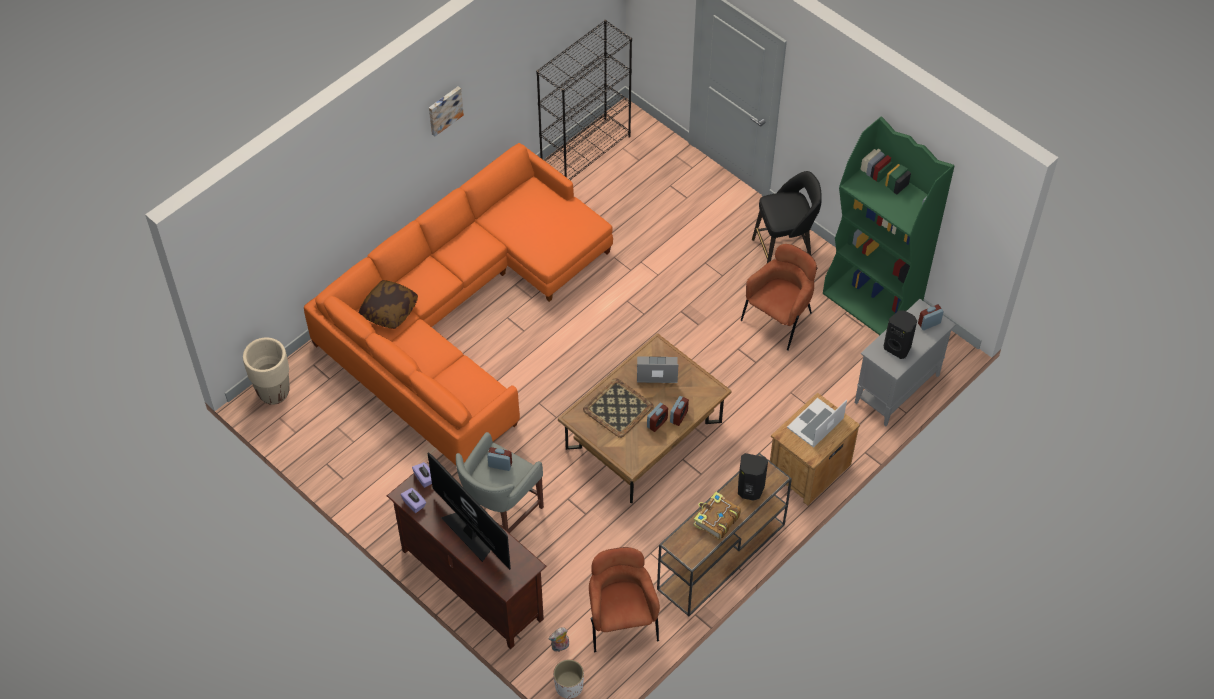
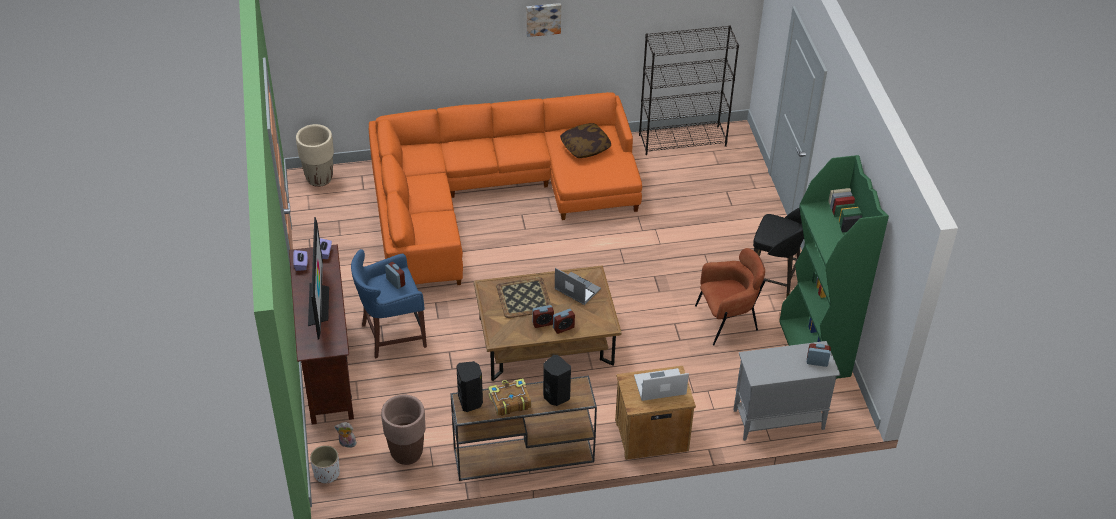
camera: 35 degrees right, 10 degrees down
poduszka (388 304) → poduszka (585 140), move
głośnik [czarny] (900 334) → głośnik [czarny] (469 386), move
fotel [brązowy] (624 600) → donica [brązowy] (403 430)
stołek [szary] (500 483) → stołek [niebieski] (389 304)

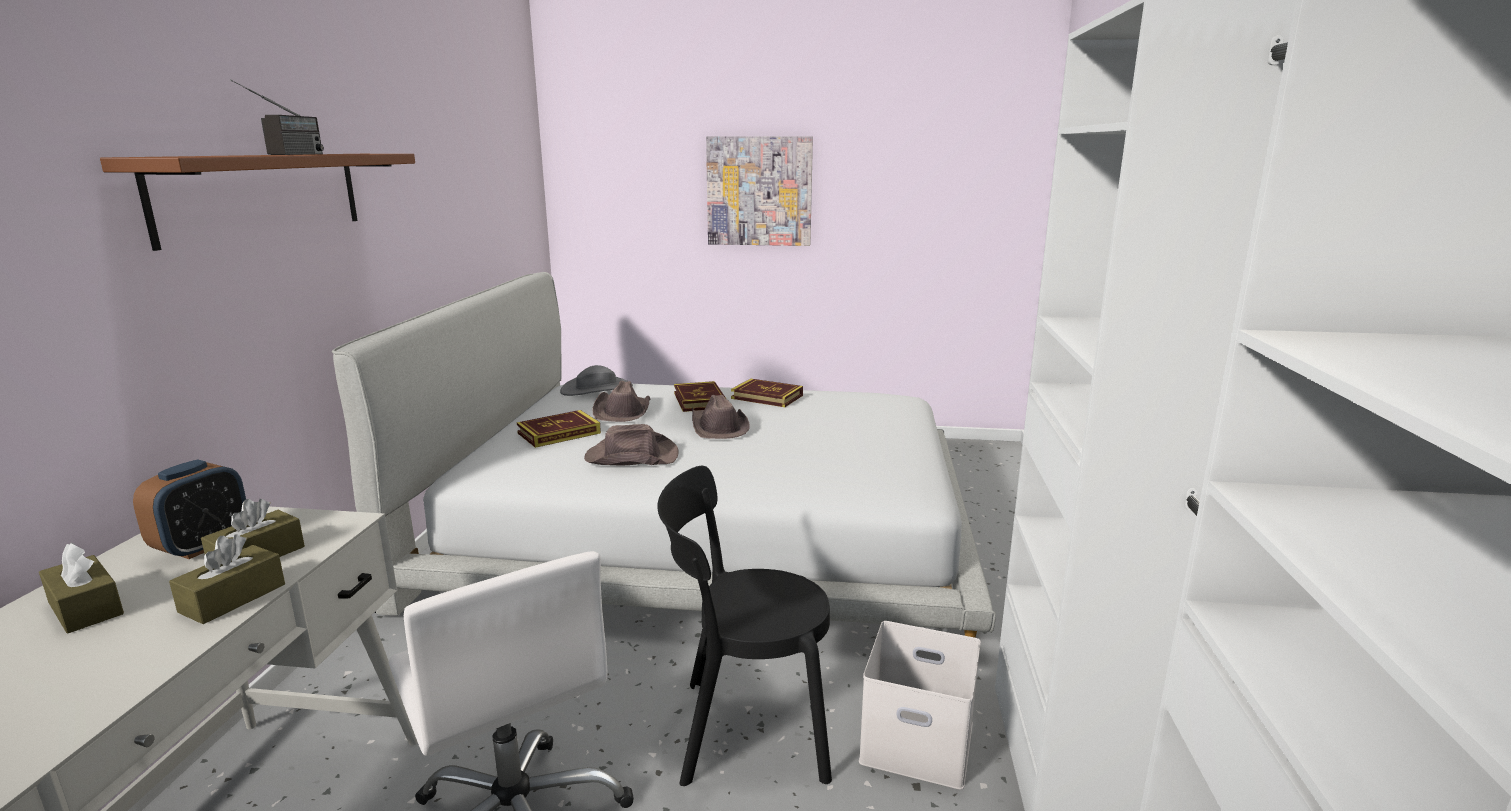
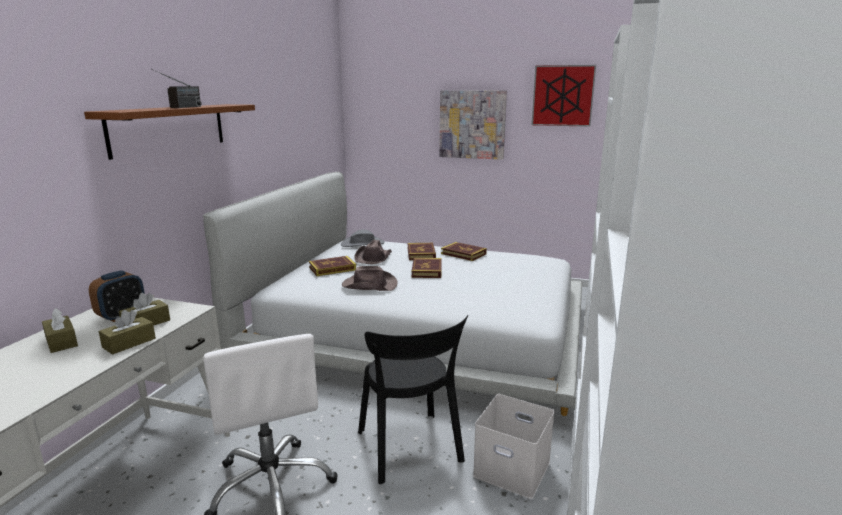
camera: 10 degrees right, 0 degrees up
- → obraz (563 96)
kapelusz [brązowy] (721 417) → książka (427 268)
krzesło [czarny] (744 626) → krzesło [czarny] (413 399), 120 degrees counterclockwise

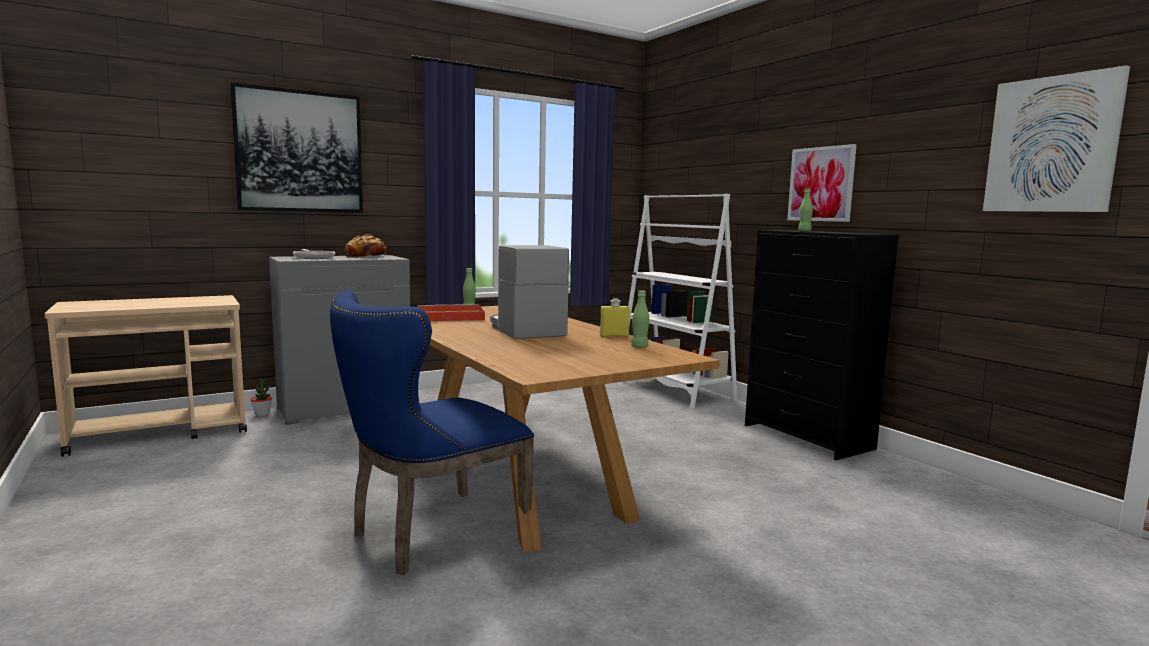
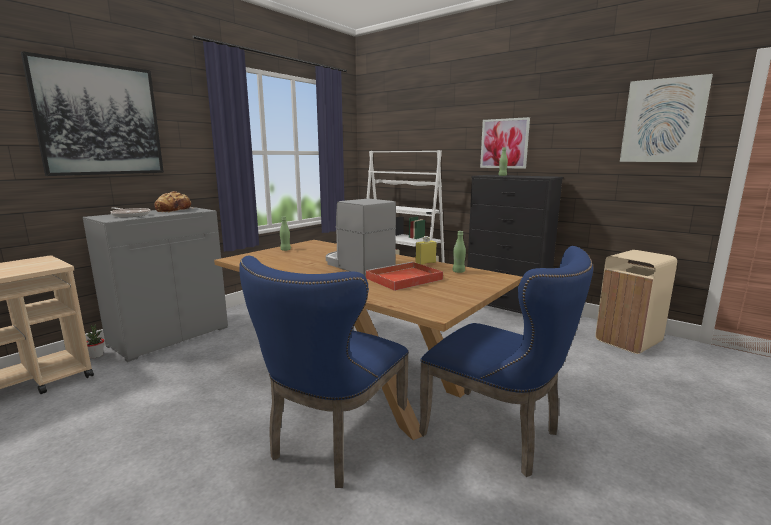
camera: 20 degrees left, 5 degrees up
- → krzesło [niebieski] (506 361)
- → kosz na śmieci [beżowy] (636 302)
taca [czerwony] (451 312) → taca [czerwony] (404 276), move

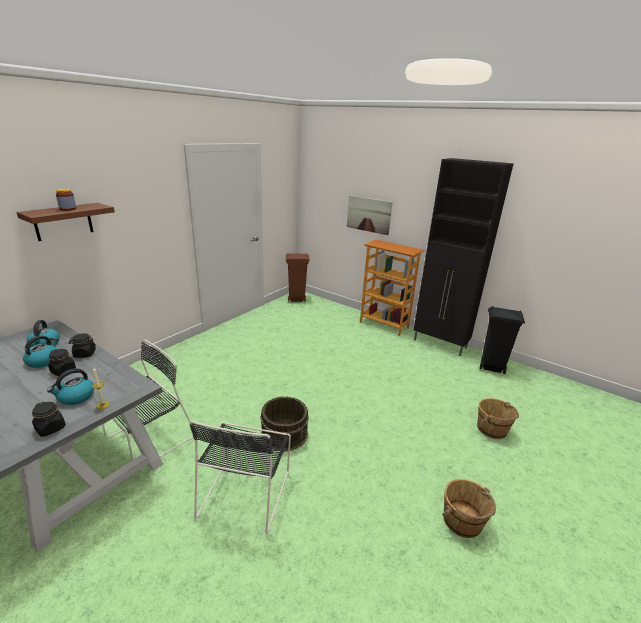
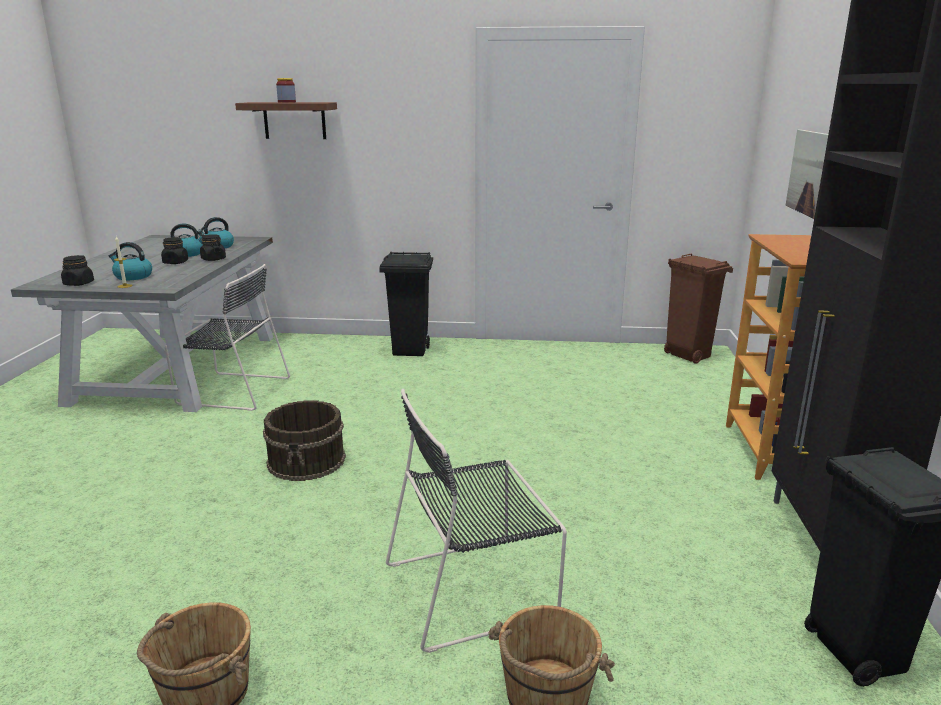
camera: 60 degrees right, 5 degrees down
- → kosz na śmieci [czarny] (406 303)
krzesło [czarny] (240 477) → krzesło [czarny] (476 521), move

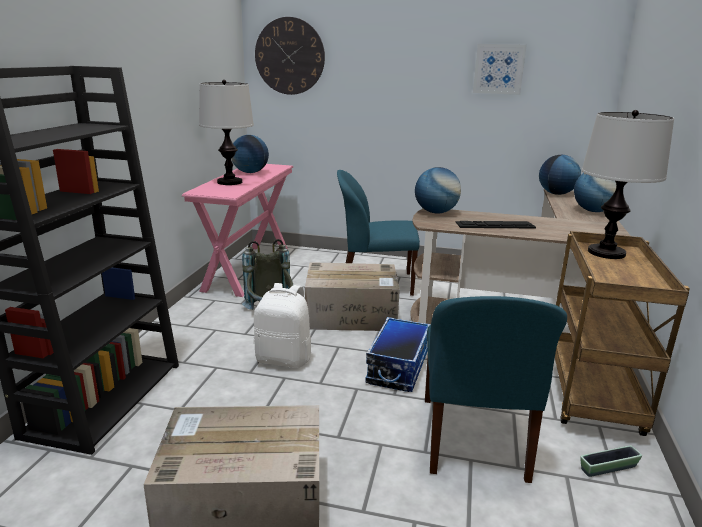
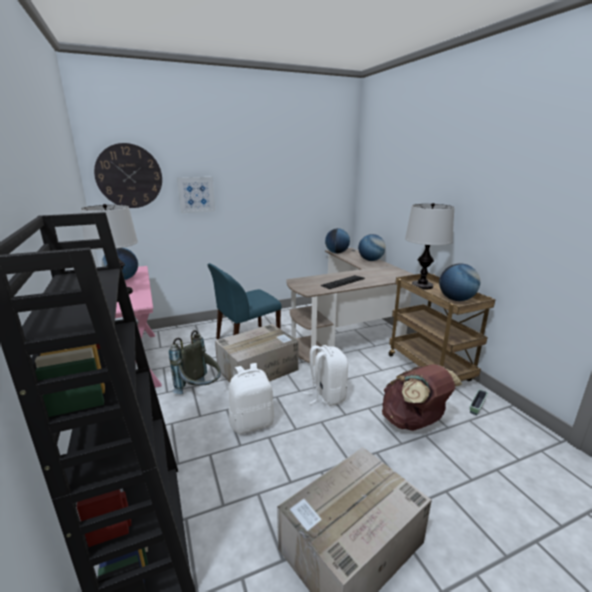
camera: 35 degrees left, 0 degrees up
globus (438 190) → globus (459 282), move
obraz (500 69) → obraz (196 195), move
pojemnik do przechowywania (398 354) → plecak [biały] (325 375)
krzesło [niebieski] (496 389) → plecak [brązowy] (422 397)

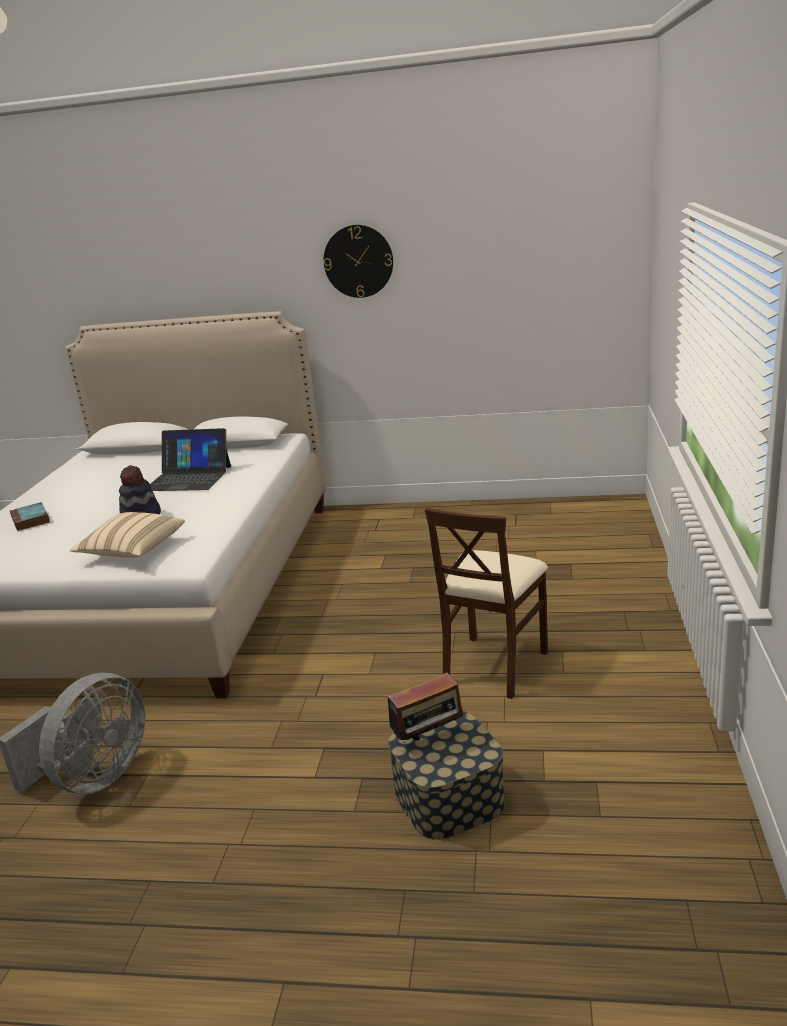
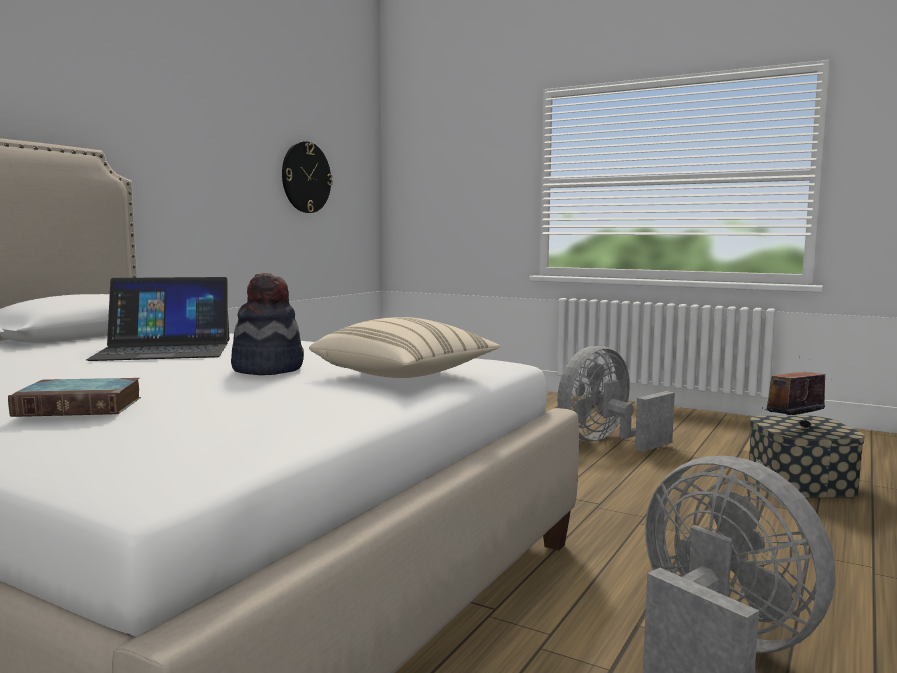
camera: 70 degrees left, 15 degrees down
zegar ścienny (358 261) → zegar ścienny (307 177), move
krzesło [beżowy] (486 603) → wentylator [szary] (616 399)
laptop (190 459) → laptop (157 319), 45 degrees clockwise
radio (427 708) → radio (793 392), 120 degrees counterclockwise

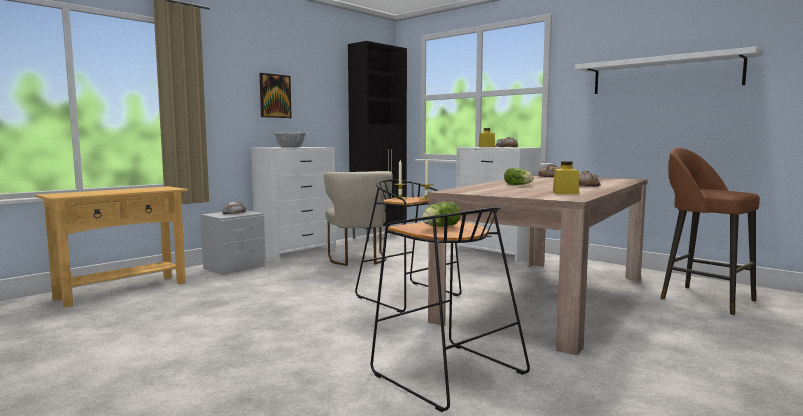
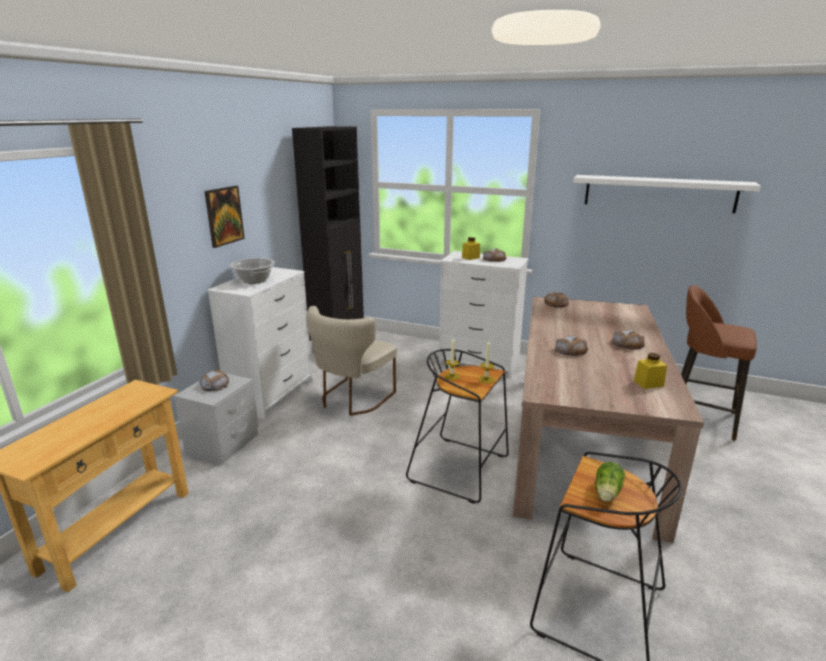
camera: 20 degrees left, 15 degrees up
sałata (519 176) → chleb (571 345)
krzesło [beżowy] (358 218) → krzesło [beżowy] (351 361), 60 degrees clockwise

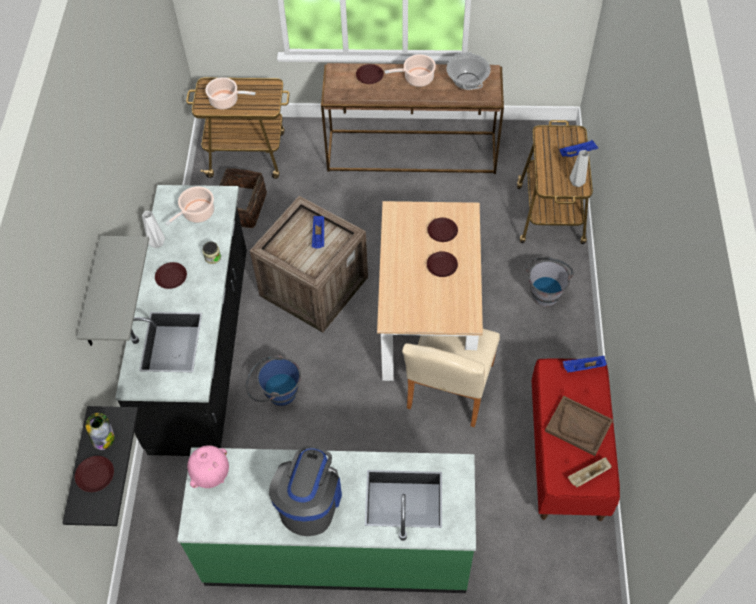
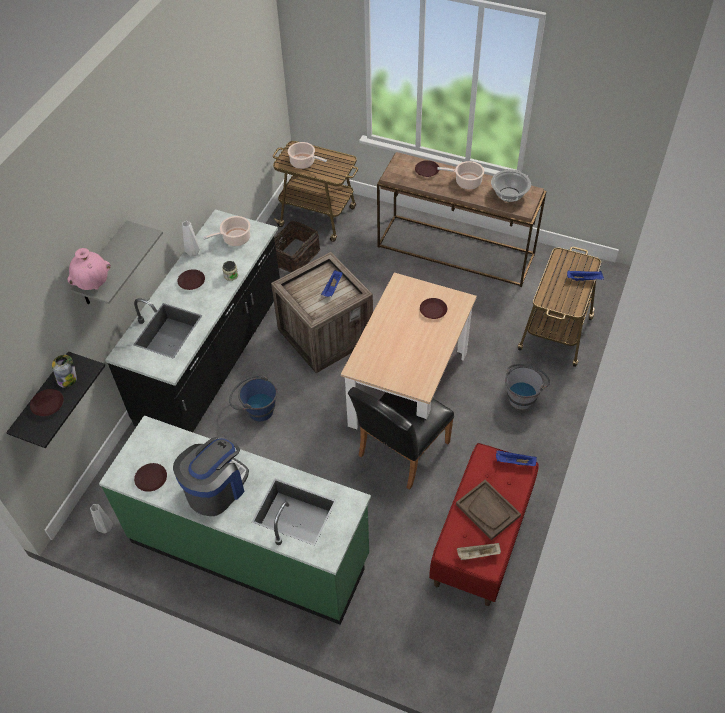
camera: 20 degrees right, 5 degrees down
wazon [różowy] (208 466) → wazon [różowy] (89 269), move
talerz [brązowy] (442 264) → talerz [brązowy] (150 477), move
wazon [szary] (579 168) → wazon [szary] (101 518), move
krzesło [beżowy] (451 378) → krzesło [czarny] (401 438)

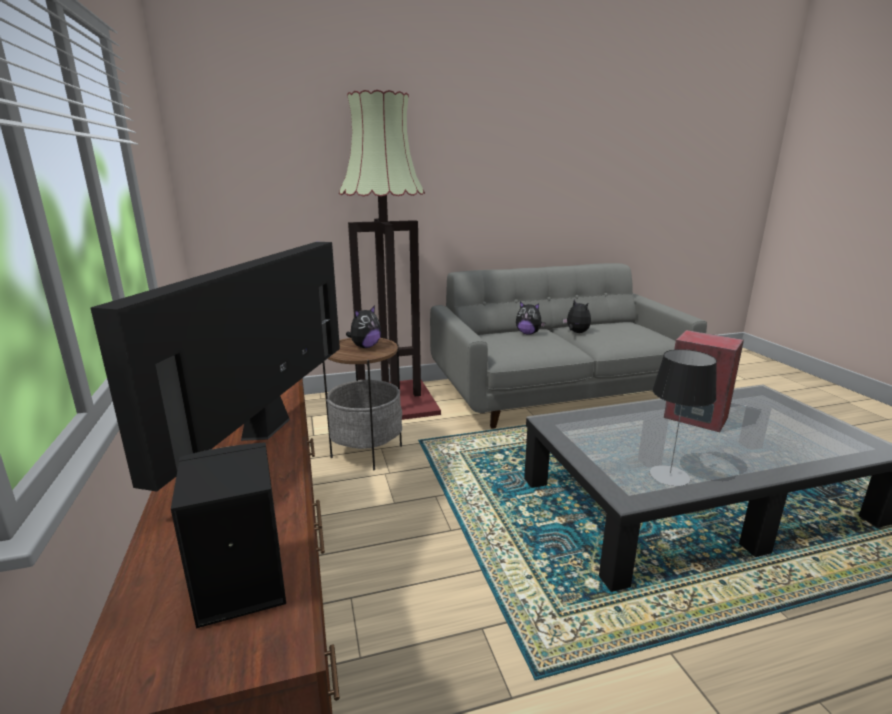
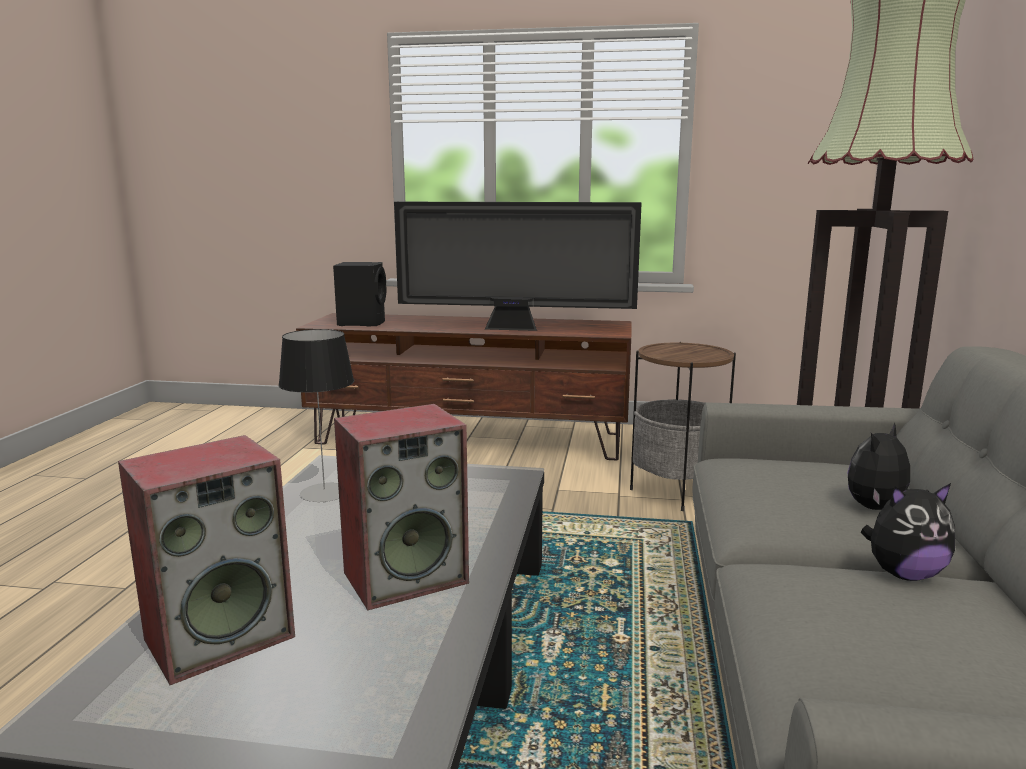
camera: 115 degrees right, 5 degrees down
pluszak (363 326) → -
- → głośnik (206 560)
telewizor (215 366) → telewizor (518 266), 150 degrees clockwise

